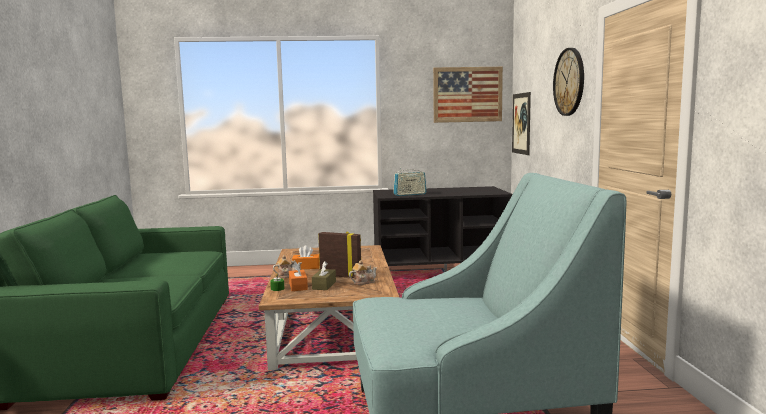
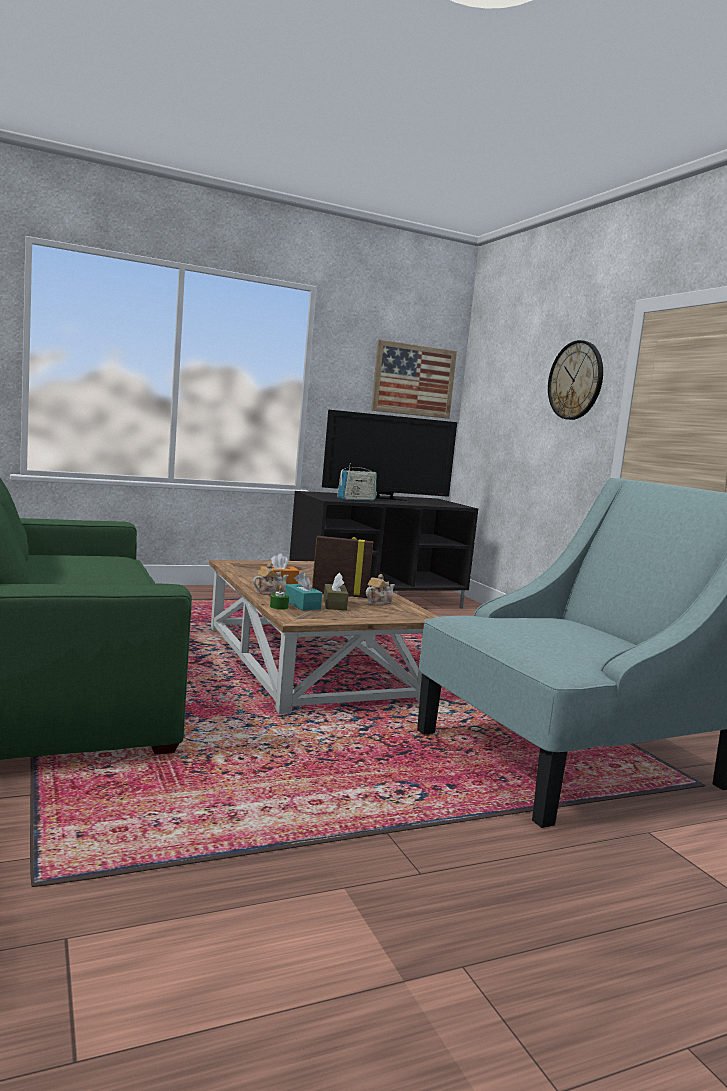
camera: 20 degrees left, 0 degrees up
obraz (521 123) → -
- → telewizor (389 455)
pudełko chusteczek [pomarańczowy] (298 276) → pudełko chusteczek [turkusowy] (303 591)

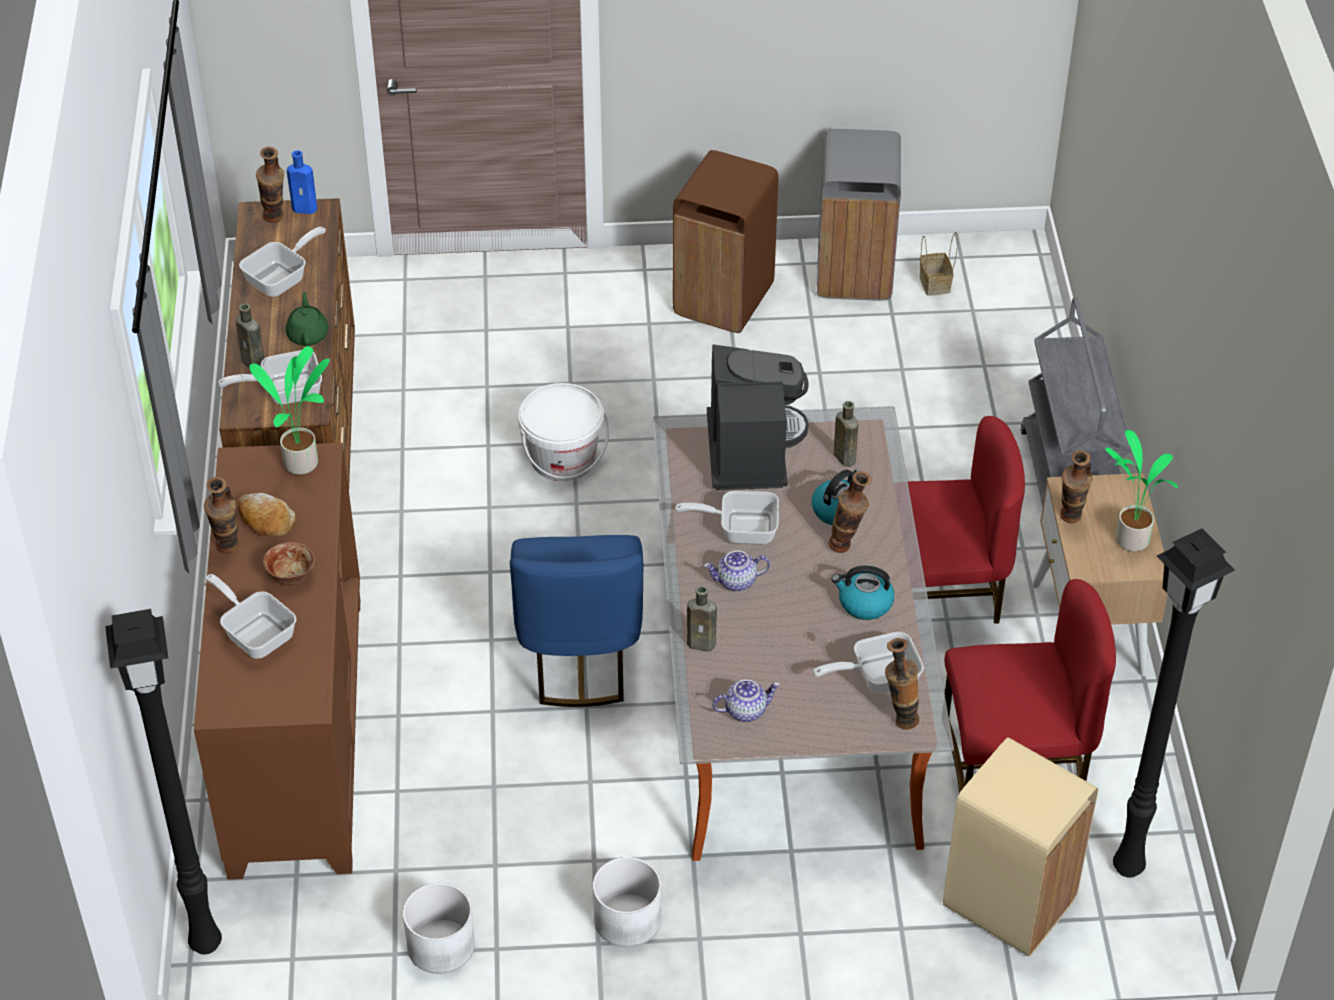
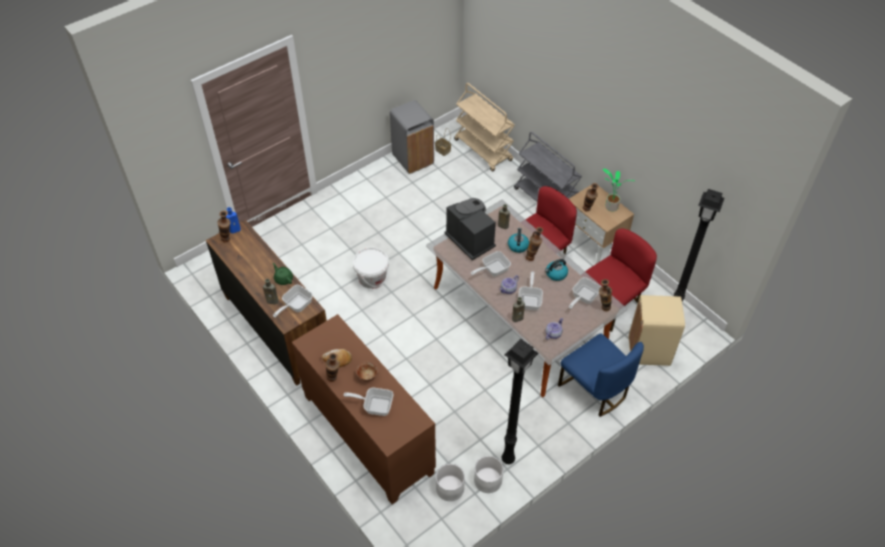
camera: 35 degrees left, 5 degrees up
roślina doniczkowa (289 410) → -
kosz na śmieci [brązowy] (725 241) → -
- → wózek [beżowy] (484 127)
lampa stojąca [czarny] (163 782) → lampa stojąca [czarny] (520 401), move
patelnia (282 262) → patelnia (530 290), move
krzesło [niebieski] (576 621) → krzesło [niebieski] (601 375), move
donica [biały] (627 902) → donica [biały] (450 482), move

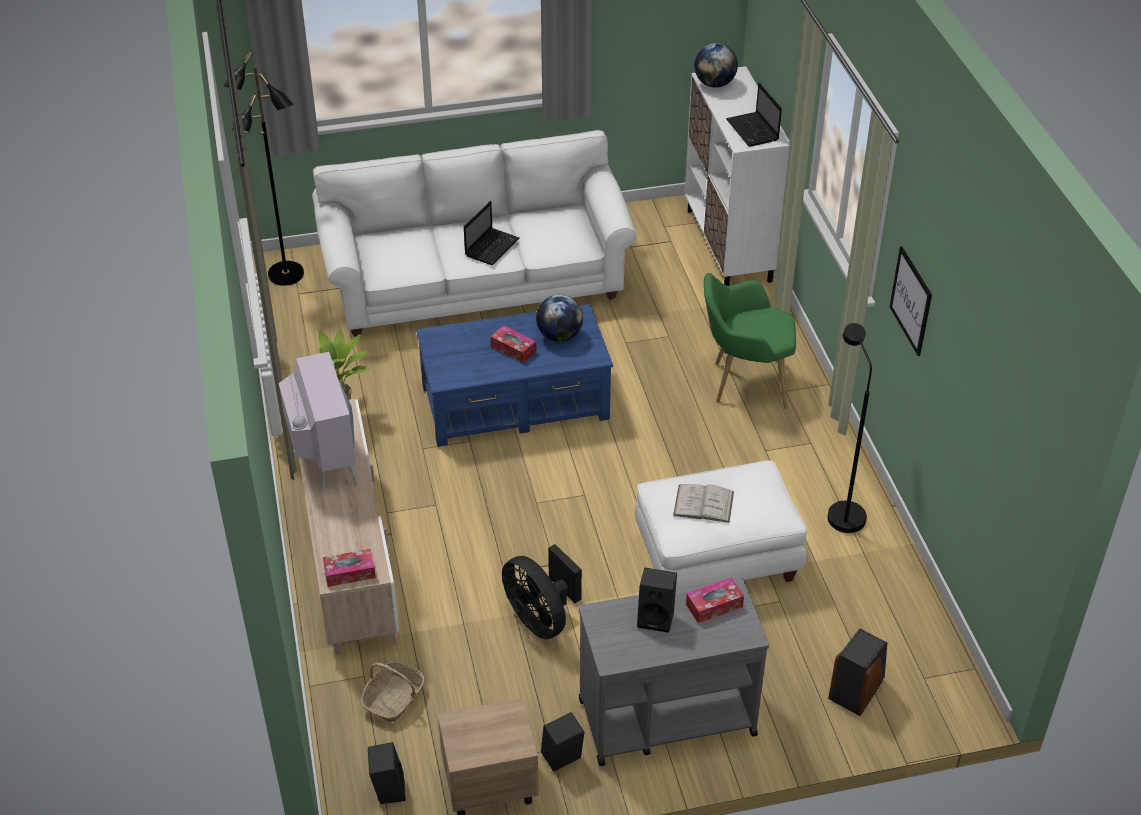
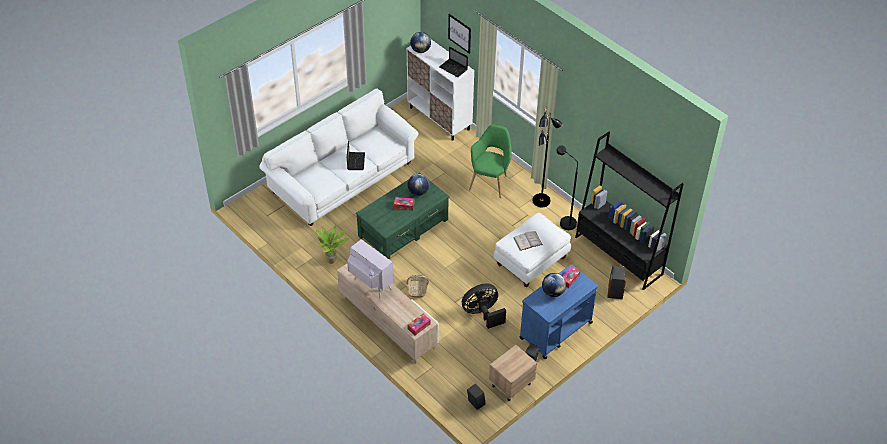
camera: 30 degrees left, 5 degrees up
- → regał [czarny] (629 211)
lampa stojąca [czarny] (263 168) → lampa stojąca [czarny] (548 156), move
koszyk (393 691) → koszyk (417 286), move
obraz (911 301) → obraz (459 34), move
głośnik [czarny] (657 600) → globus (554 285)
ława [niebieski] (514 375) → ława [zielony] (403 215)
wózek [szary] (674 671) → wózek [niebieski] (559 311)
wentylator [czarny] (542 591) → wentylator [czarny] (484 306), 135 degrees clockwise
fotel [zielony] (750 341) → fotel [zielony] (490 161), 135 degrees clockwise

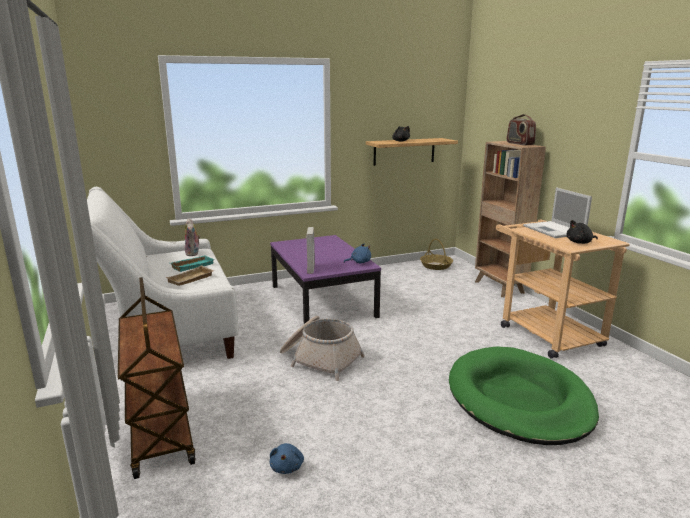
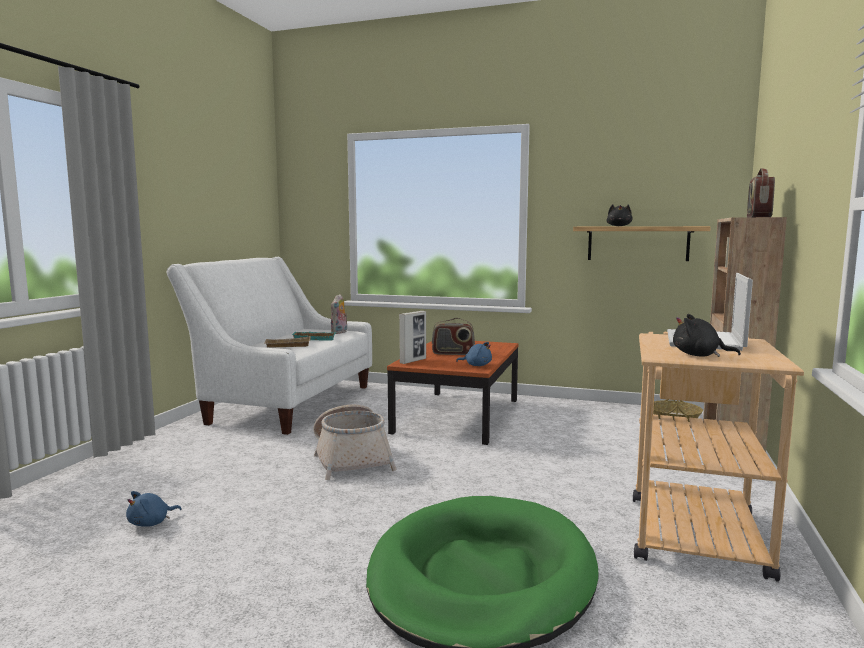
camera: 40 degrees right, 10 degrees down
wózek [brązowy] (157 378) → -
- → radio (453 336)
ława [fioletowy] (325 279) → ława [brązowy] (453 393)

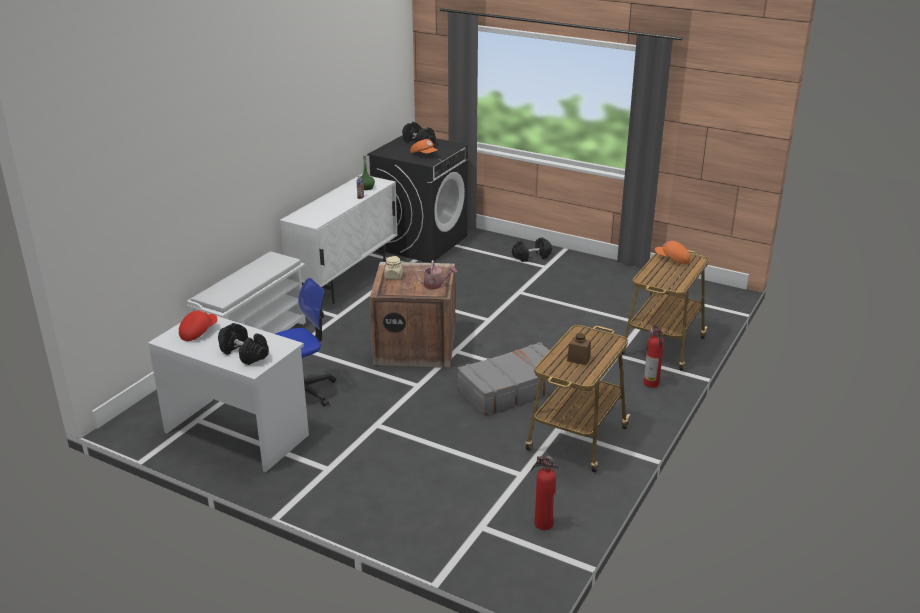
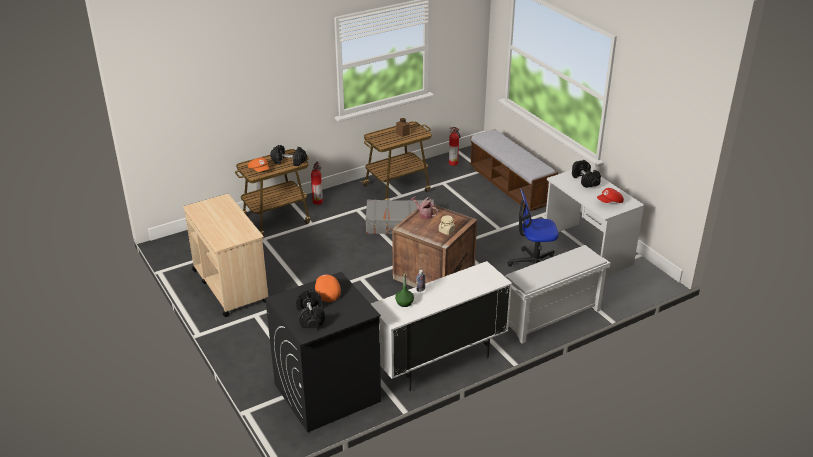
camera: 150 degrees left, 5 degrees up
- → wózek [beżowy] (225 255)
- → ławka (514 170)
hantel [czarny] (532 249) → hantel [czarny] (288 155), move

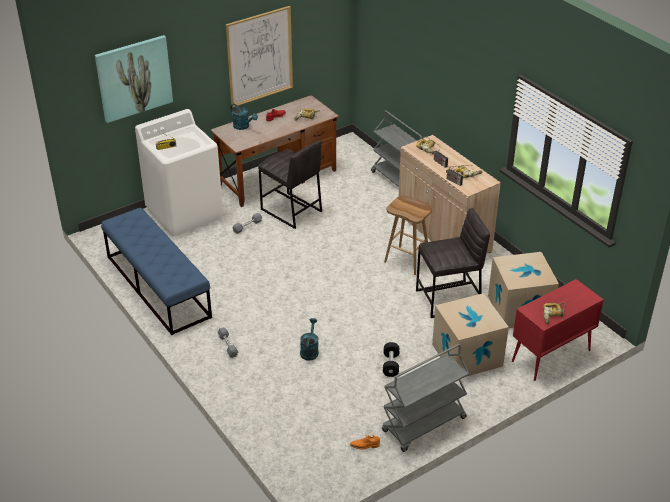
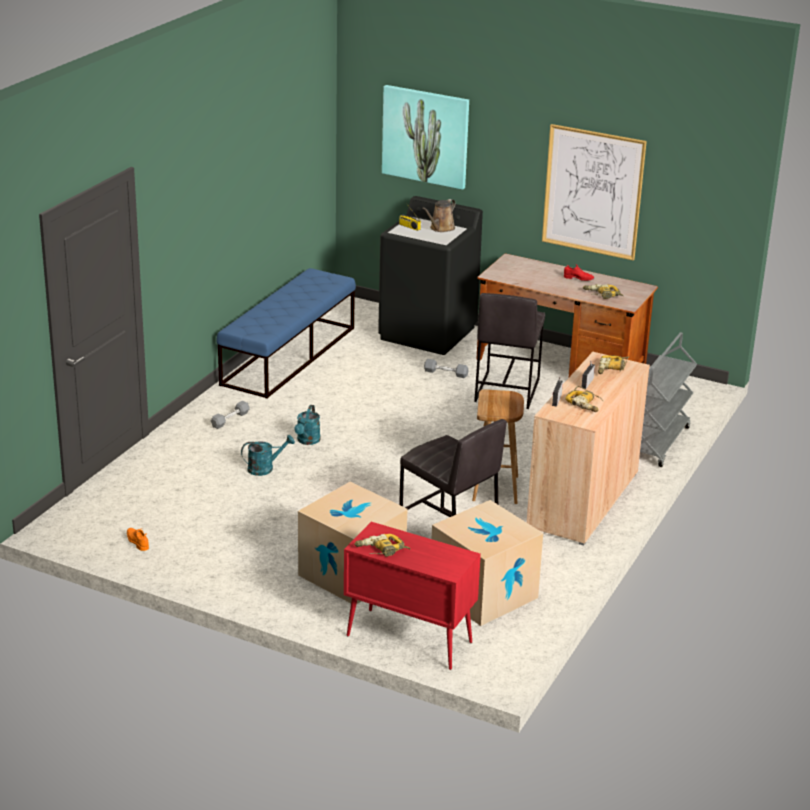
camera: 60 degrees right, 10 degrees down
wózek [szary] (425 398) → -
hantel [czarny] (391 359) → -
- → konewka [brązowy] (439 215)
konewka [turkusowy] (244 117) → konewka [turkusowy] (307 425), move
pralka [biały] (179 173) → pralka [czarny] (430 275)

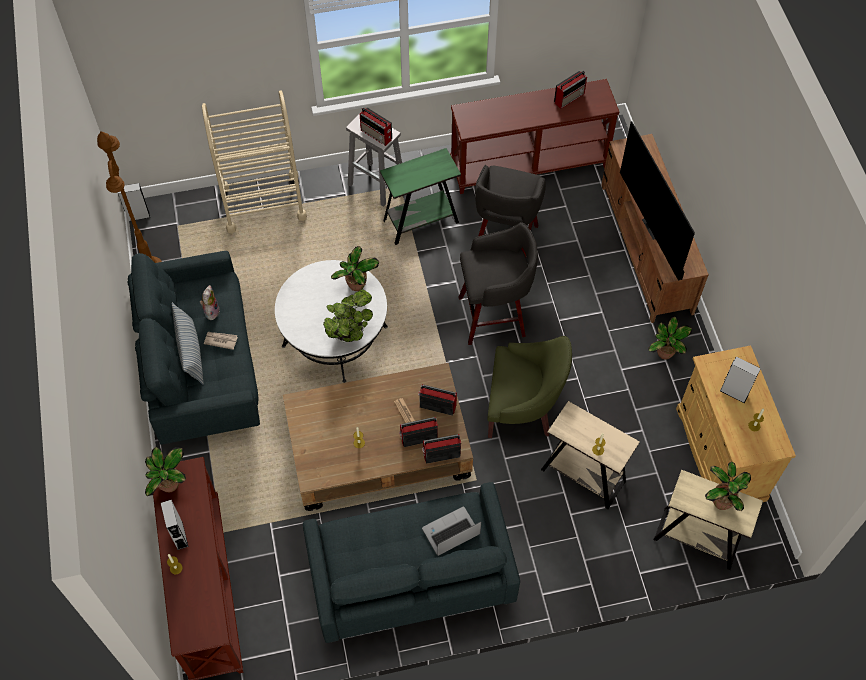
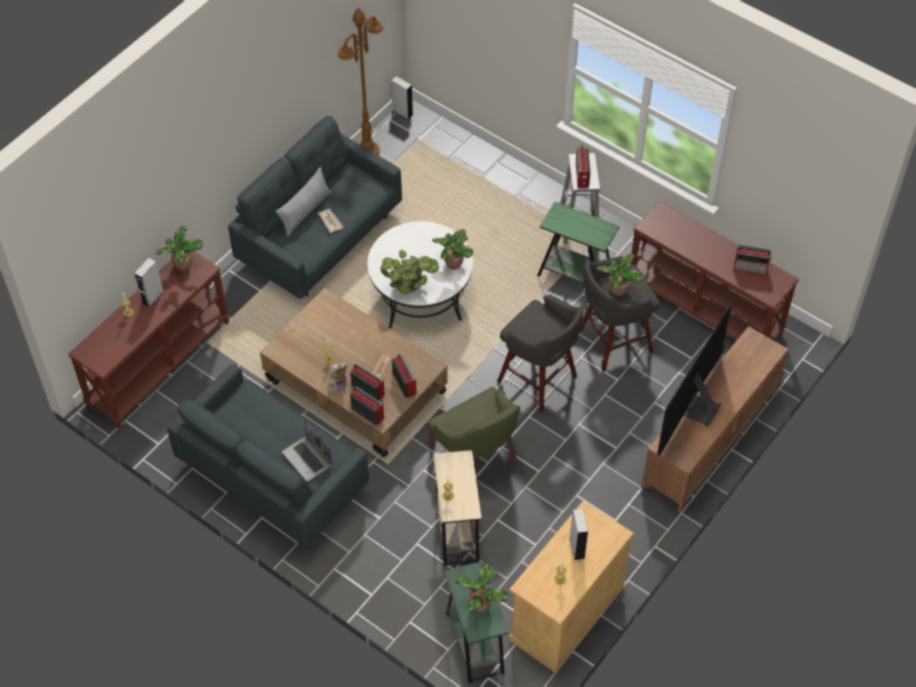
camera: 50 degrees right, 5 degrees down
wózek [beżowy] (254 162) → -
pluszak (210 302) → pluszak (337 377), move
roślina doniczkowa (670 338) → roślina doniczkowa (620 275), move
stolik [beżowy] (708 520) → stolik [zielony] (476 622)
laptop (451 531) → laptop (307 451), 150 degrees counterclockwise

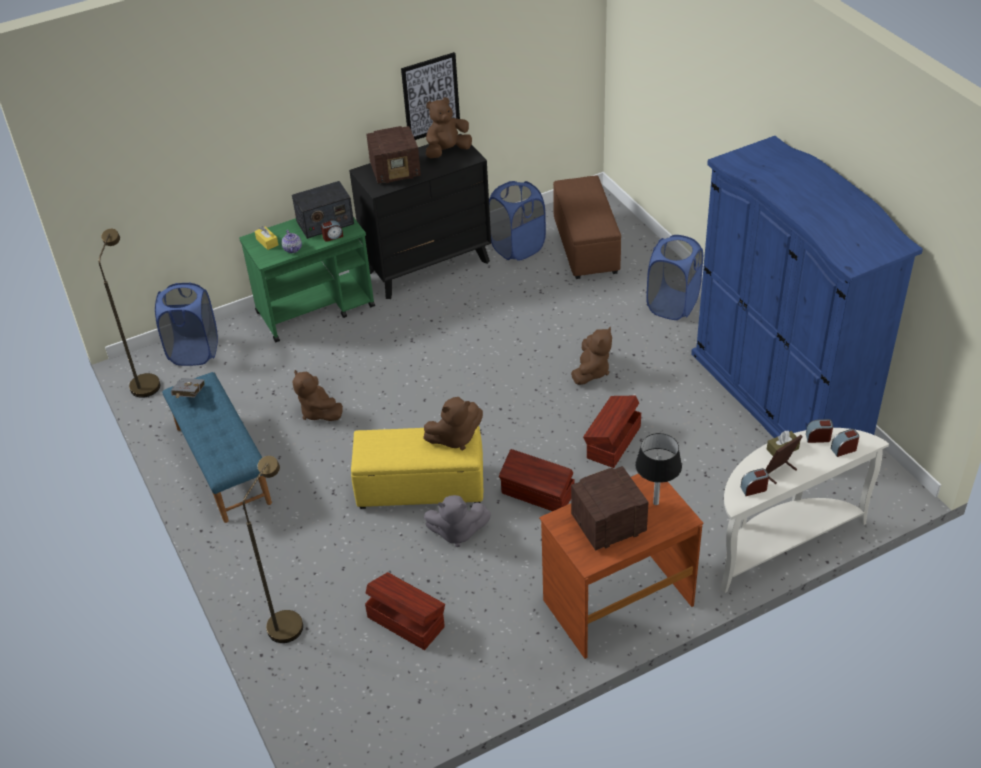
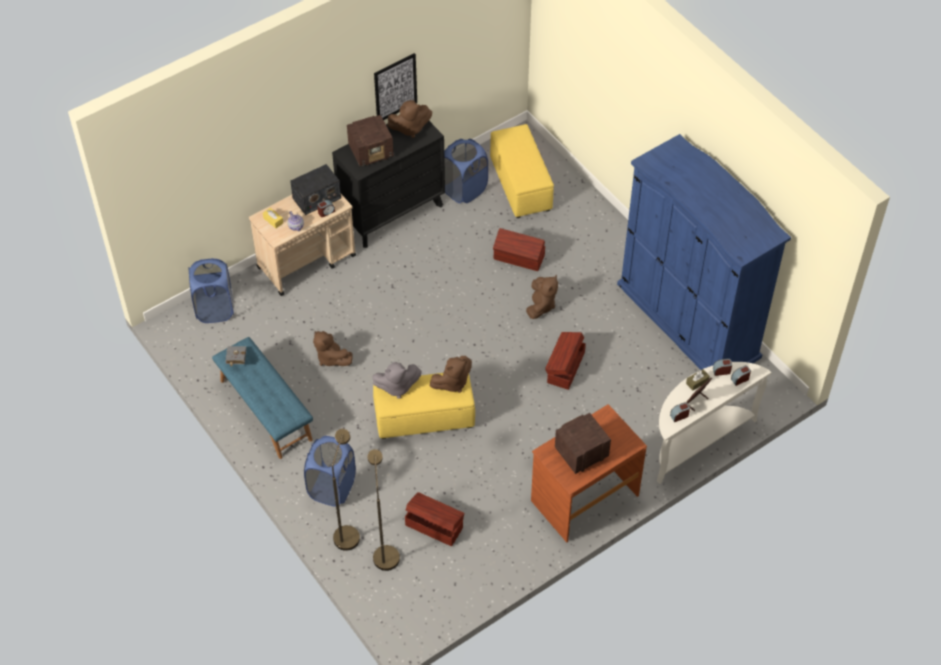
camera: 10 degrees left, 10 degrees up
lampa stołowa [czarny] (658 469) → -
lampa stojąca [brązowy] (129 313) → lampa stojąca [brązowy] (383 510), move
pluszak [szary] (457 521) → pluszak [szary] (397 380), move
pojemnik do przechowywania [brązowy] (537 480) → pojemnik do przechowywania [brązowy] (519 249), move
kosz na pranie [niebieski] (674 277) → kosz na pranie [niebieski] (330 471), move
wózek [zielony] (307 280) → wózek [beżowy] (302 245)
pufa [brązowy] (587 227) → pufa [żółty] (522 171)
pluszak [brązowy] (449 128) → pluszak [brązowy] (409 119), 150 degrees counterclockwise

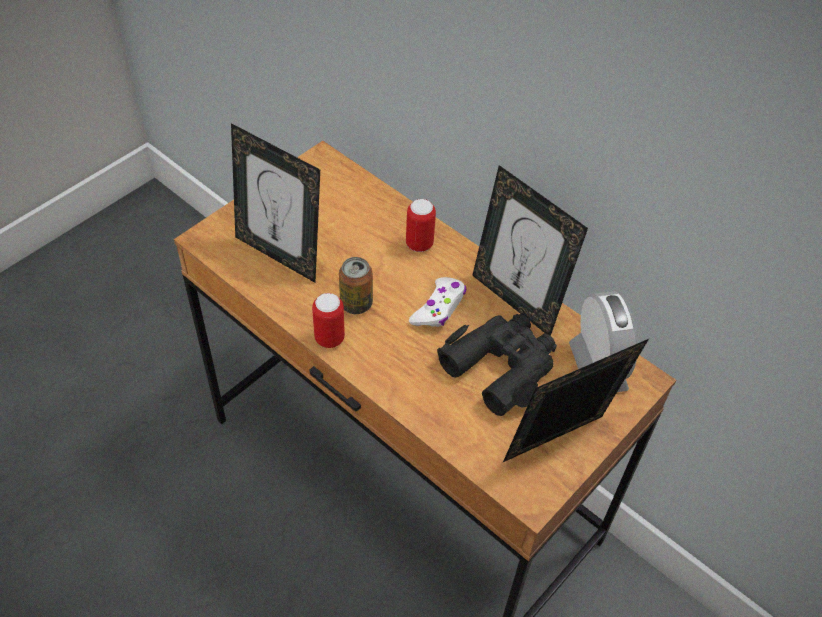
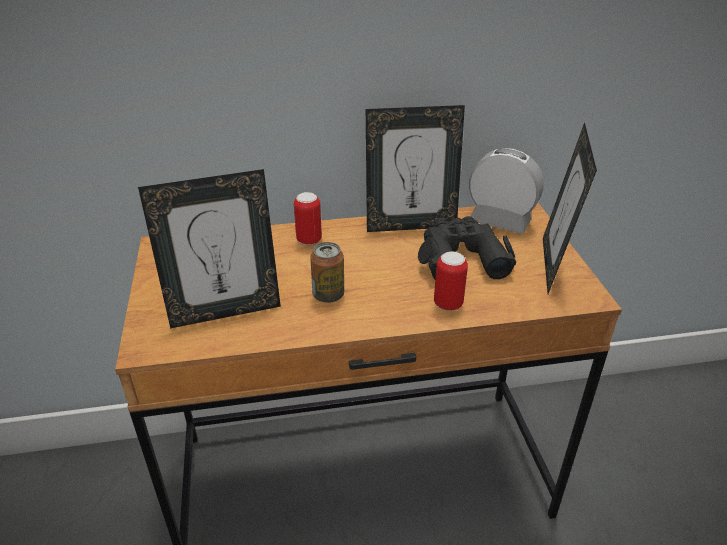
camera: 50 degrees left, 15 degrees down
pad do gier [biały] (437 302) → -
puszka (328 320) → puszka (451 281), move

